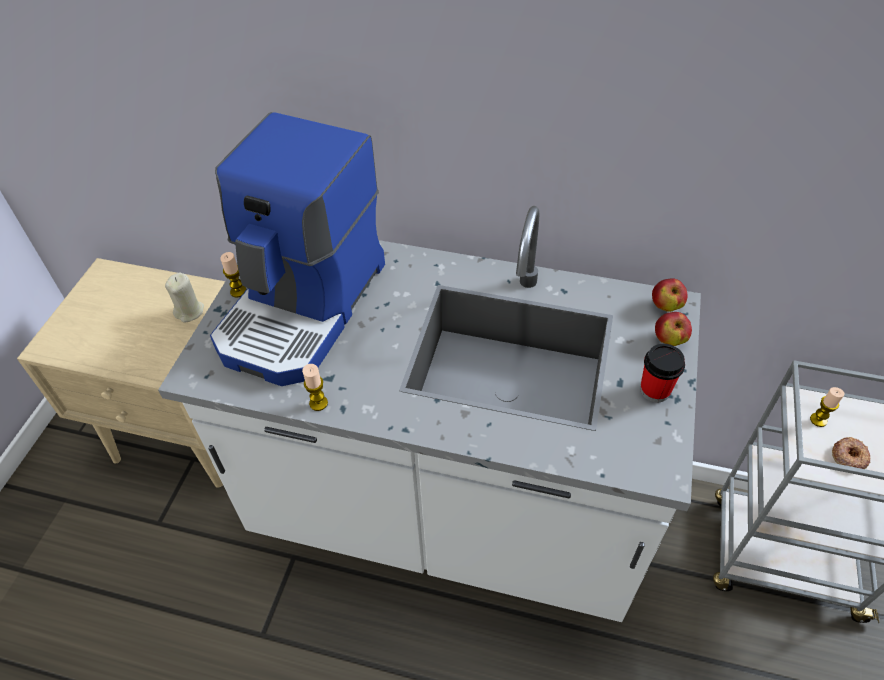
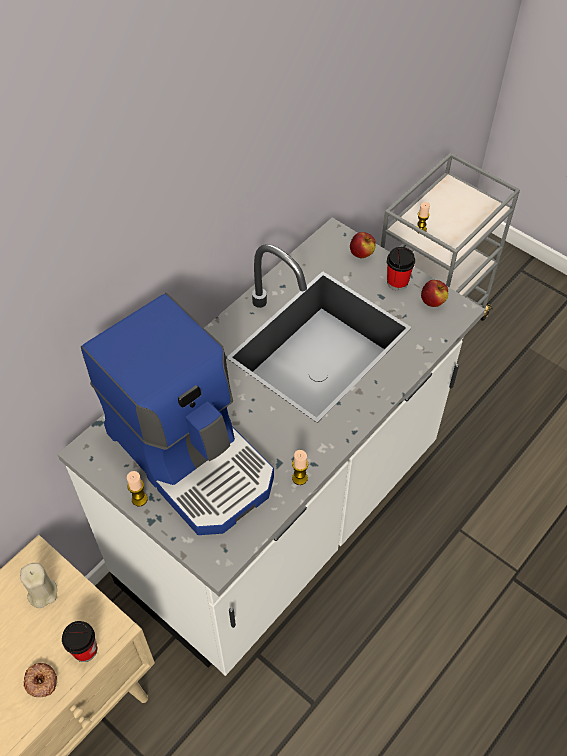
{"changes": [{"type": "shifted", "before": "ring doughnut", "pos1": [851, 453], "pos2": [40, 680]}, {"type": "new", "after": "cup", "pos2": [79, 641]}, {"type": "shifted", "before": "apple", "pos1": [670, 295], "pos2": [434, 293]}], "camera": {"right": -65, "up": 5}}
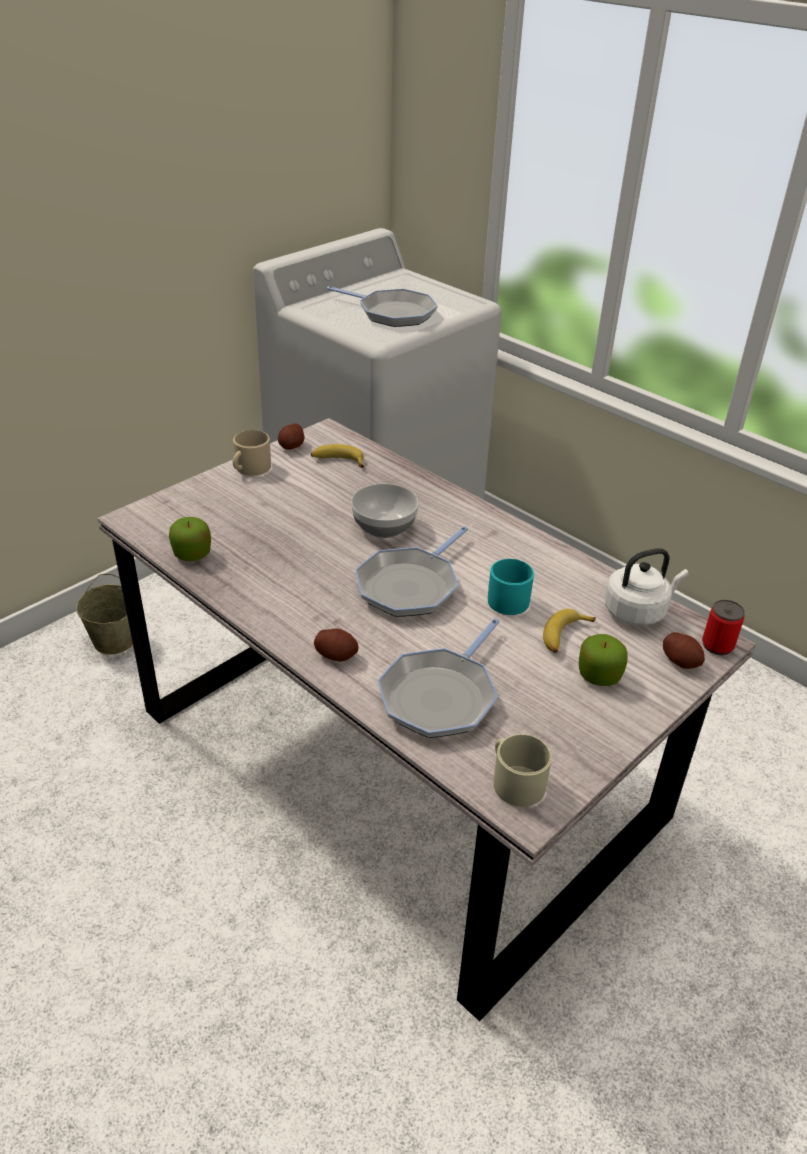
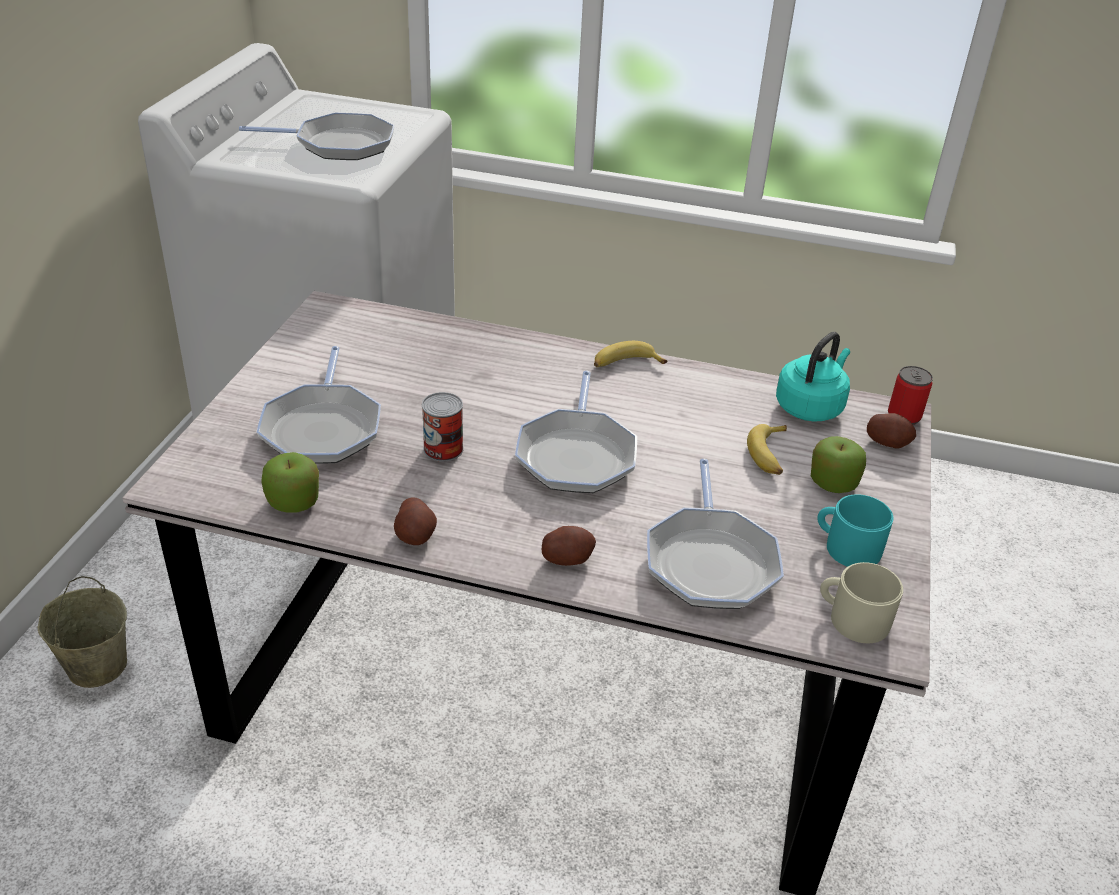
{"changes": [{"type": "new", "after": "frying pan", "pos2": [319, 405]}, {"type": "shifted", "before": "spud", "pos1": [291, 436], "pos2": [415, 521]}, {"type": "new", "after": "sealed can", "pos2": [443, 426]}, {"type": "shifted", "before": "banana fruit", "pos1": [337, 456], "pos2": [630, 354]}, {"type": "repainted", "before": "kettle/whitish", "after": "kettle/blue-green", "pos1": [646, 586], "pos2": [813, 377]}, {"type": "shifted", "before": "mug/blue-green", "pos1": [511, 587], "pos2": [855, 530]}, {"type": "gone", "before": "mug/beige", "pos1": [252, 453]}, {"type": "gone", "before": "serving bowl", "pos1": [385, 510]}], "camera": {"right": -30, "up": 0}}
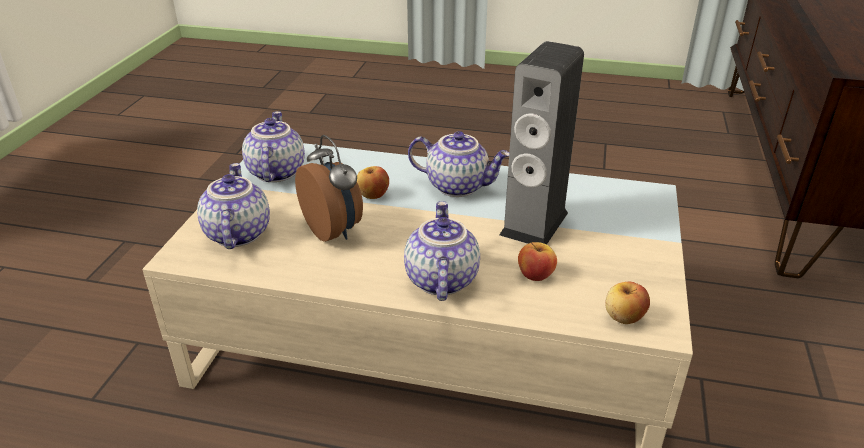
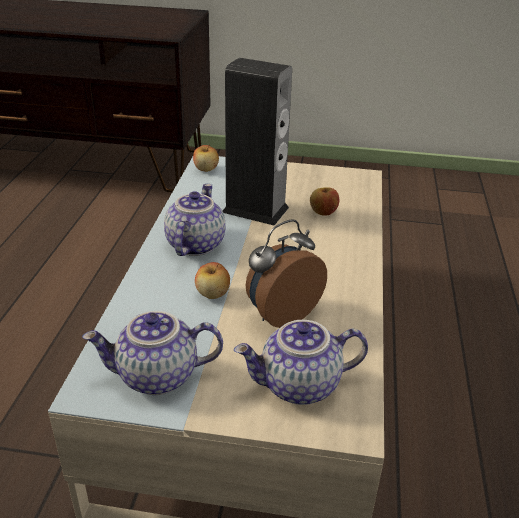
{"changes": [{"type": "shifted", "before": "apple", "pos1": [627, 303], "pos2": [206, 158]}, {"type": "gone", "before": "tea pot", "pos1": [442, 251]}], "camera": {"right": -95, "up": 0}}
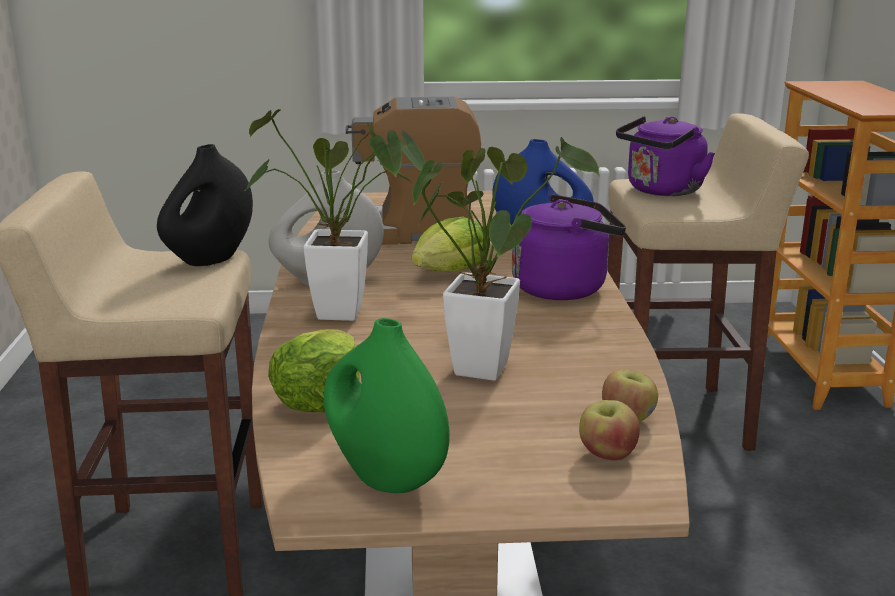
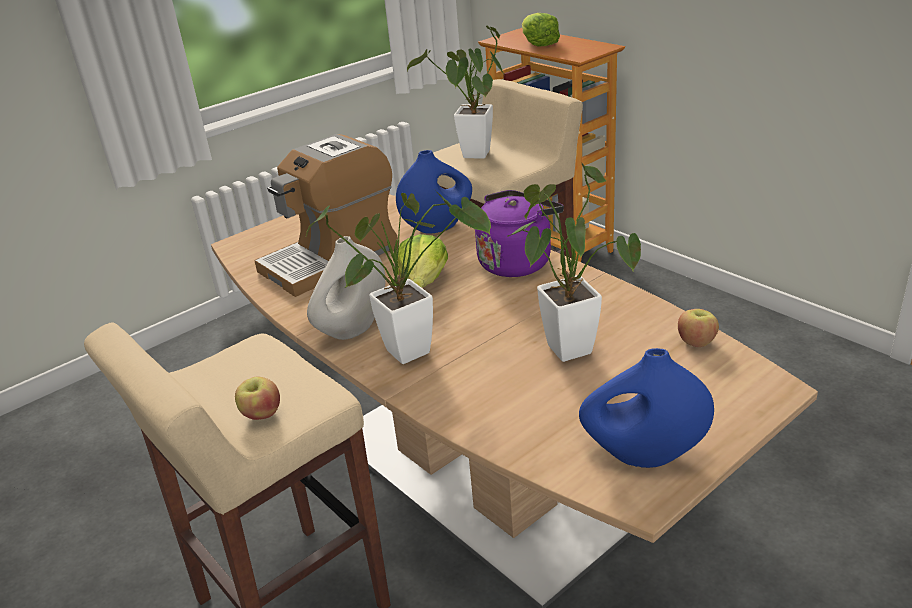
{"changes": [{"type": "shifted", "before": "apple", "pos1": [609, 430], "pos2": [257, 398]}, {"type": "swapped", "before": "kettle/purple-coloured", "after": "potted plant", "pos1": [665, 156], "pos2": [455, 92]}, {"type": "shifted", "before": "head of lettuce", "pos1": [314, 371], "pos2": [541, 30]}, {"type": "repainted", "before": "flower vase/green", "after": "flower vase/blue-coloured", "pos1": [387, 405], "pos2": [646, 408]}, {"type": "gone", "before": "flower vase/black", "pos1": [205, 205]}], "camera": {"right": -35, "up": 10}}
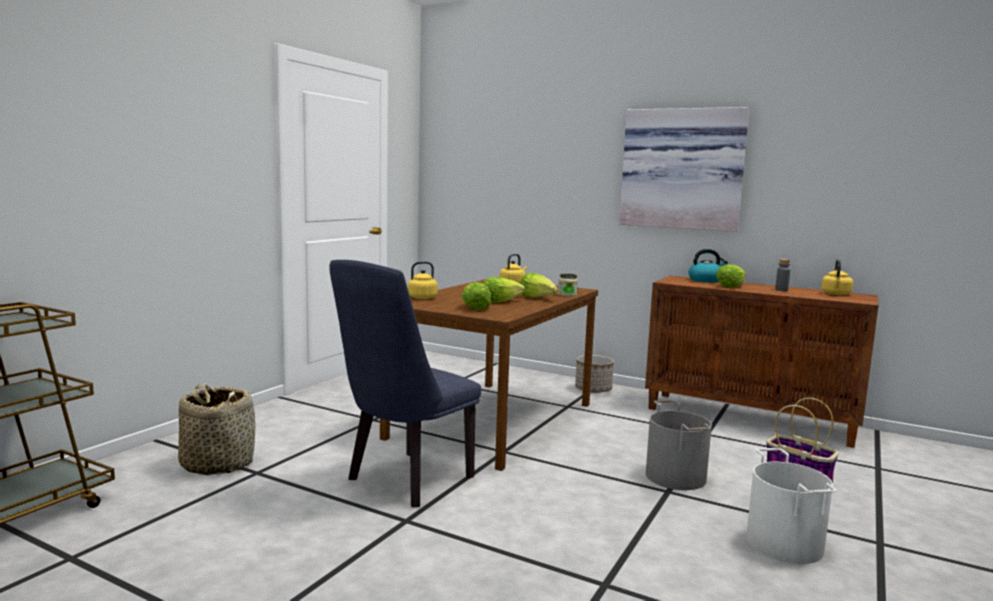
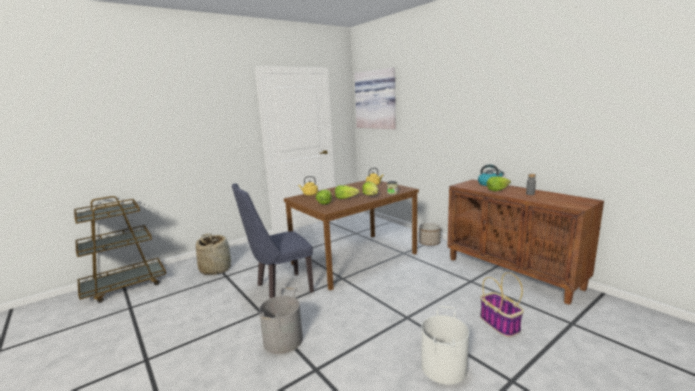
{"changes": [{"type": "shifted", "before": "pail/gray", "pos1": [679, 445], "pos2": [281, 320]}, {"type": "shifted", "before": "wall picture", "pos1": [684, 169], "pos2": [375, 98]}, {"type": "gone", "before": "kettle/yellow", "pos1": [837, 277]}], "camera": {"right": 25, "up": 5}}
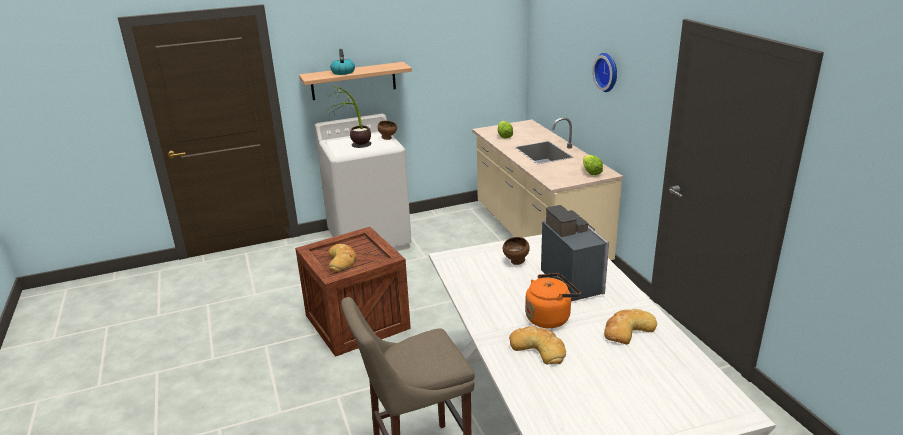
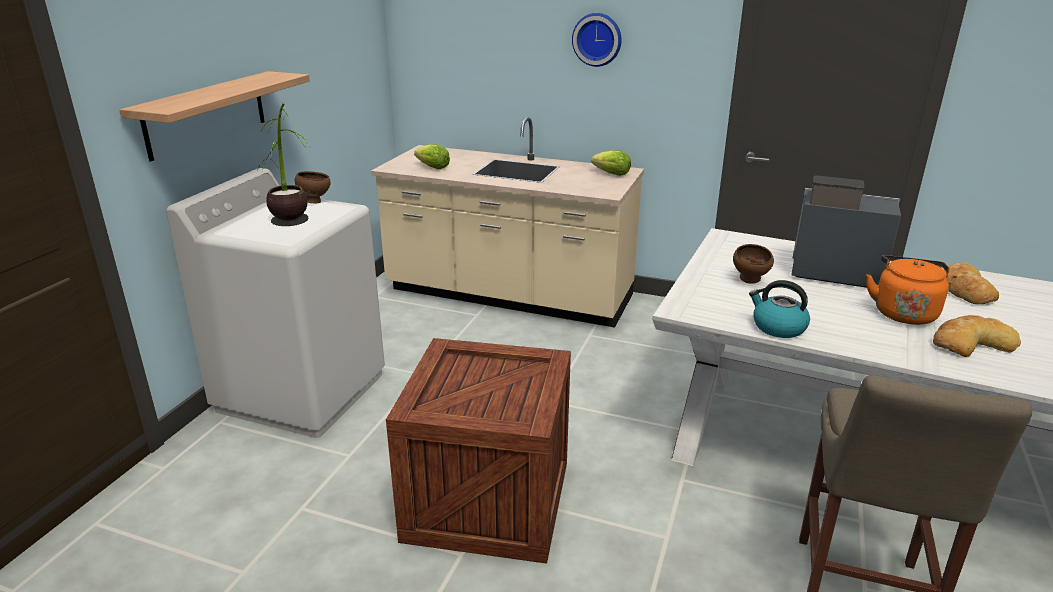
{"changes": [{"type": "shifted", "before": "kettle", "pos1": [342, 62], "pos2": [779, 309]}, {"type": "gone", "before": "bakery bread", "pos1": [342, 258]}], "camera": {"right": -50, "up": 0}}
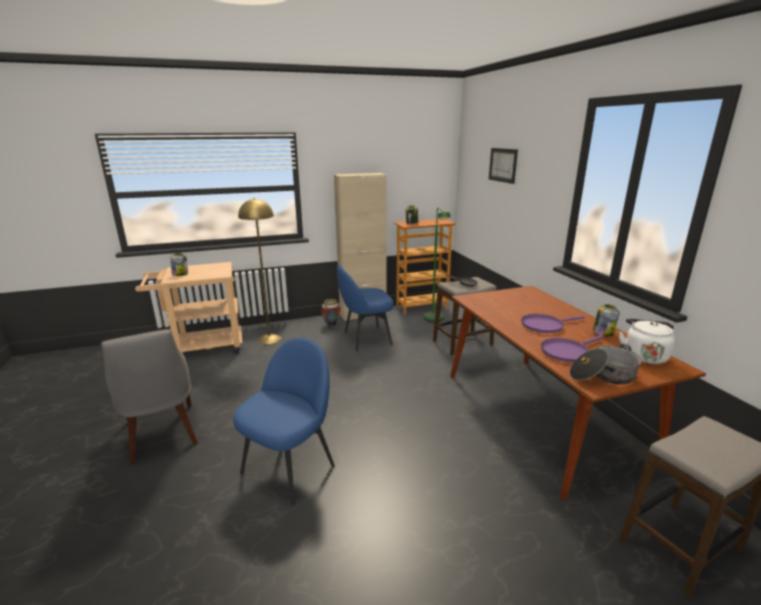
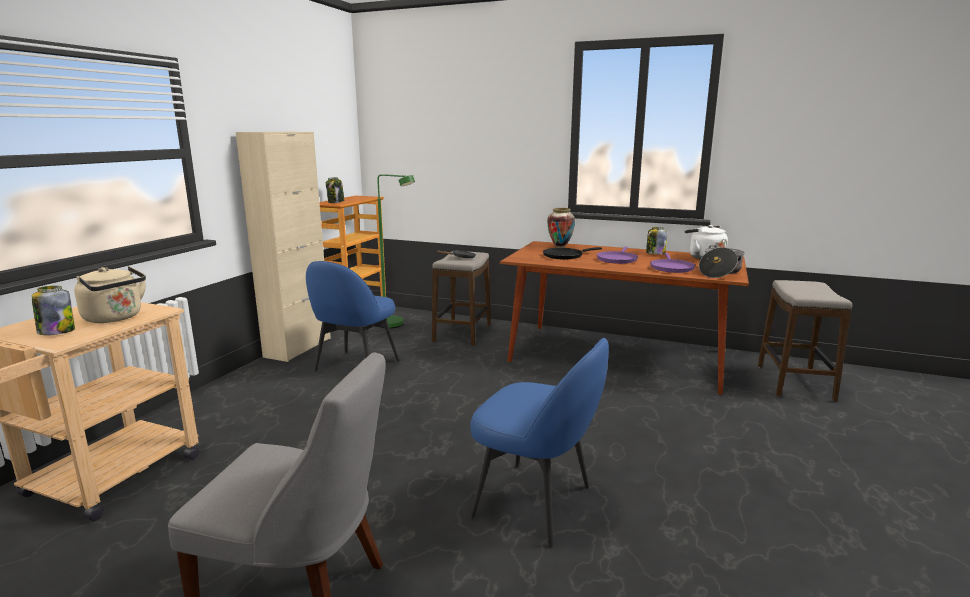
{"changes": [{"type": "new", "after": "kettle/beige", "pos2": [110, 294]}, {"type": "rotated", "before": "upright chair/blue-coloured", "pos1": [284, 421], "pos2": [539, 442], "turn": 135}, {"type": "new", "after": "frying pan/black", "pos2": [572, 253]}, {"type": "shifted", "before": "flower vase", "pos1": [331, 313], "pos2": [561, 228]}, {"type": "gone", "before": "floor lamp/yellow", "pos1": [259, 271]}, {"type": "gone", "before": "wall picture", "pos1": [503, 166]}], "camera": {"right": -50, "up": -5}}
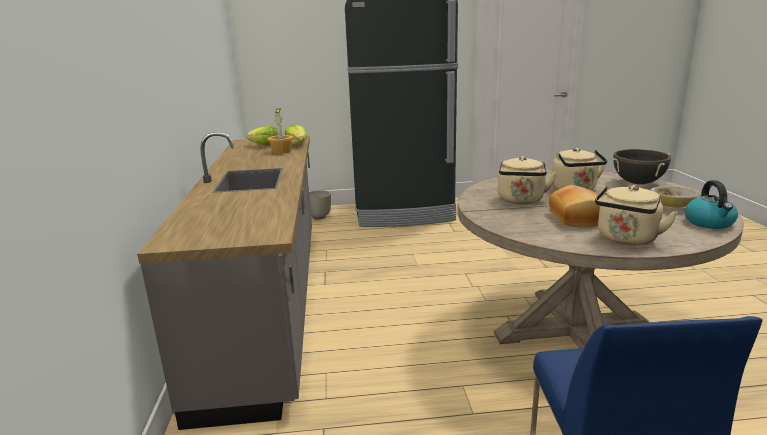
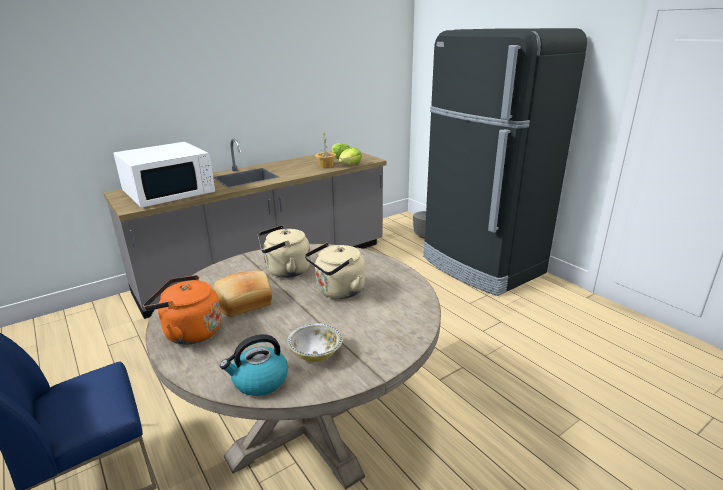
{"changes": [{"type": "new", "after": "microwave oven/whitish", "pos2": [164, 175]}, {"type": "repainted", "before": "kettle/beige", "after": "kettle/orangey", "pos1": [636, 215], "pos2": [182, 310]}, {"type": "gone", "before": "cooking pot/black", "pos1": [641, 166]}], "camera": {"right": 60, "up": 5}}
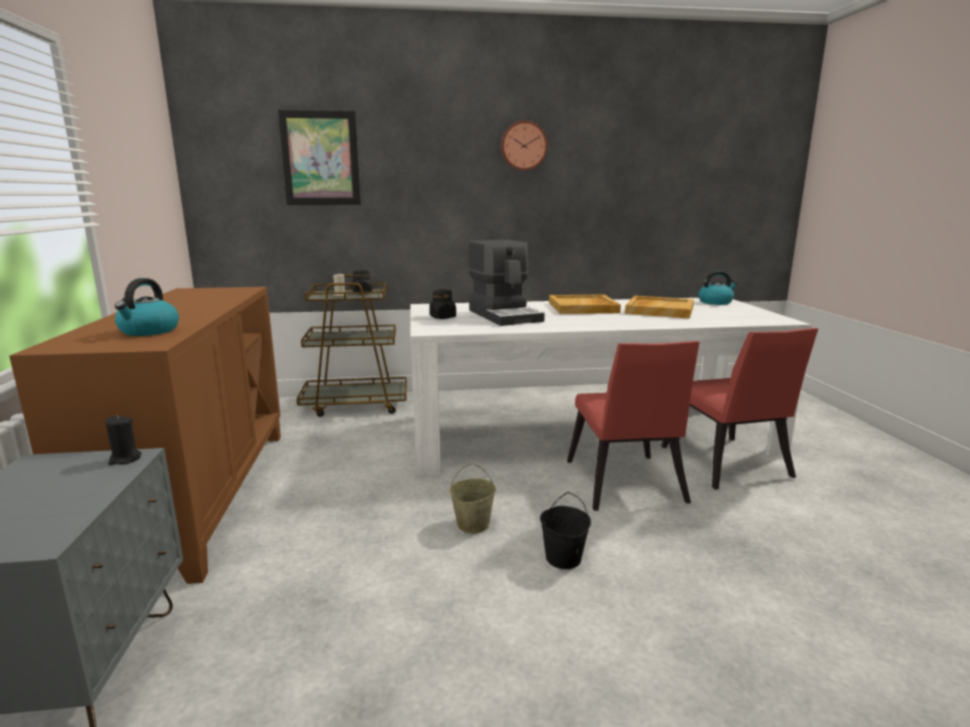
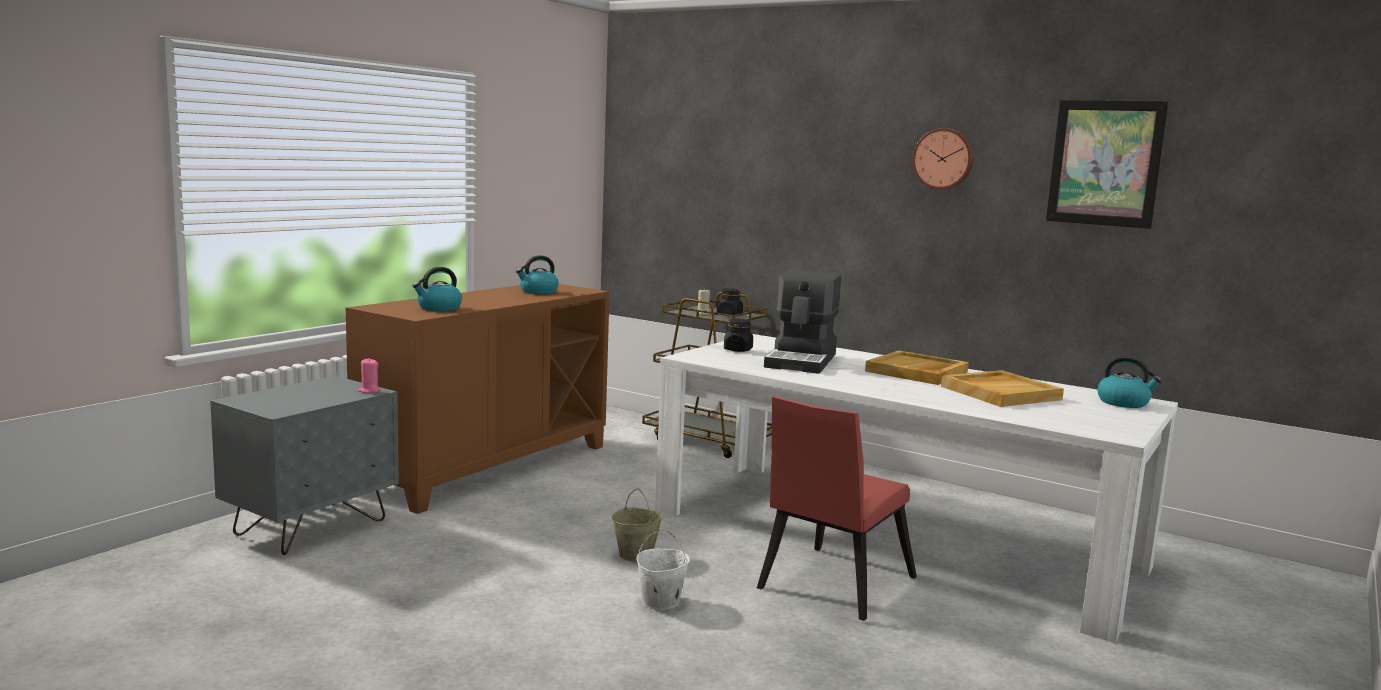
{"changes": [{"type": "repainted", "before": "wax light/black", "after": "wax light/pinkish", "pos1": [123, 440], "pos2": [369, 376]}, {"type": "new", "after": "kettle", "pos2": [537, 274]}, {"type": "repainted", "before": "pail/black", "after": "pail/whitish", "pos1": [565, 530], "pos2": [663, 569]}, {"type": "shifted", "before": "wall picture", "pos1": [319, 157], "pos2": [1107, 164]}, {"type": "gone", "before": "upright chair/reddish", "pos1": [739, 409]}], "camera": {"right": 40, "up": -5}}
